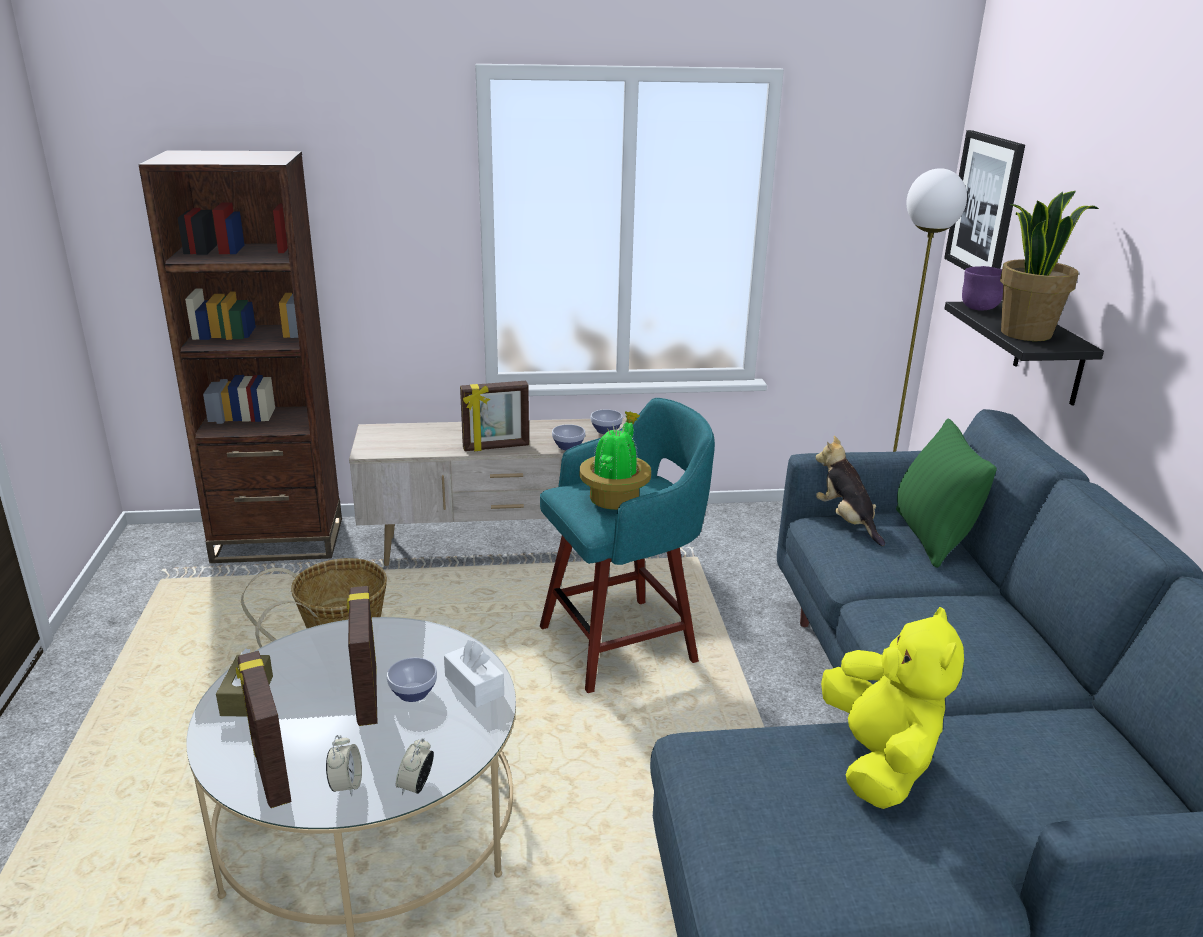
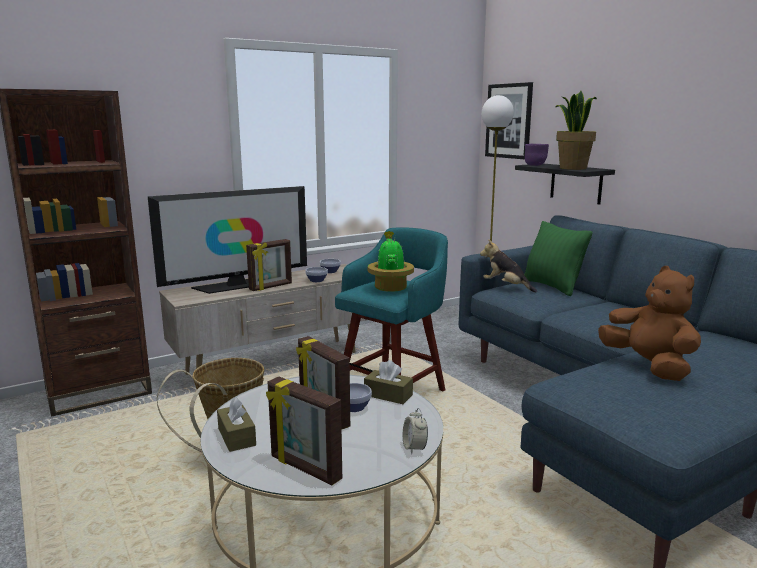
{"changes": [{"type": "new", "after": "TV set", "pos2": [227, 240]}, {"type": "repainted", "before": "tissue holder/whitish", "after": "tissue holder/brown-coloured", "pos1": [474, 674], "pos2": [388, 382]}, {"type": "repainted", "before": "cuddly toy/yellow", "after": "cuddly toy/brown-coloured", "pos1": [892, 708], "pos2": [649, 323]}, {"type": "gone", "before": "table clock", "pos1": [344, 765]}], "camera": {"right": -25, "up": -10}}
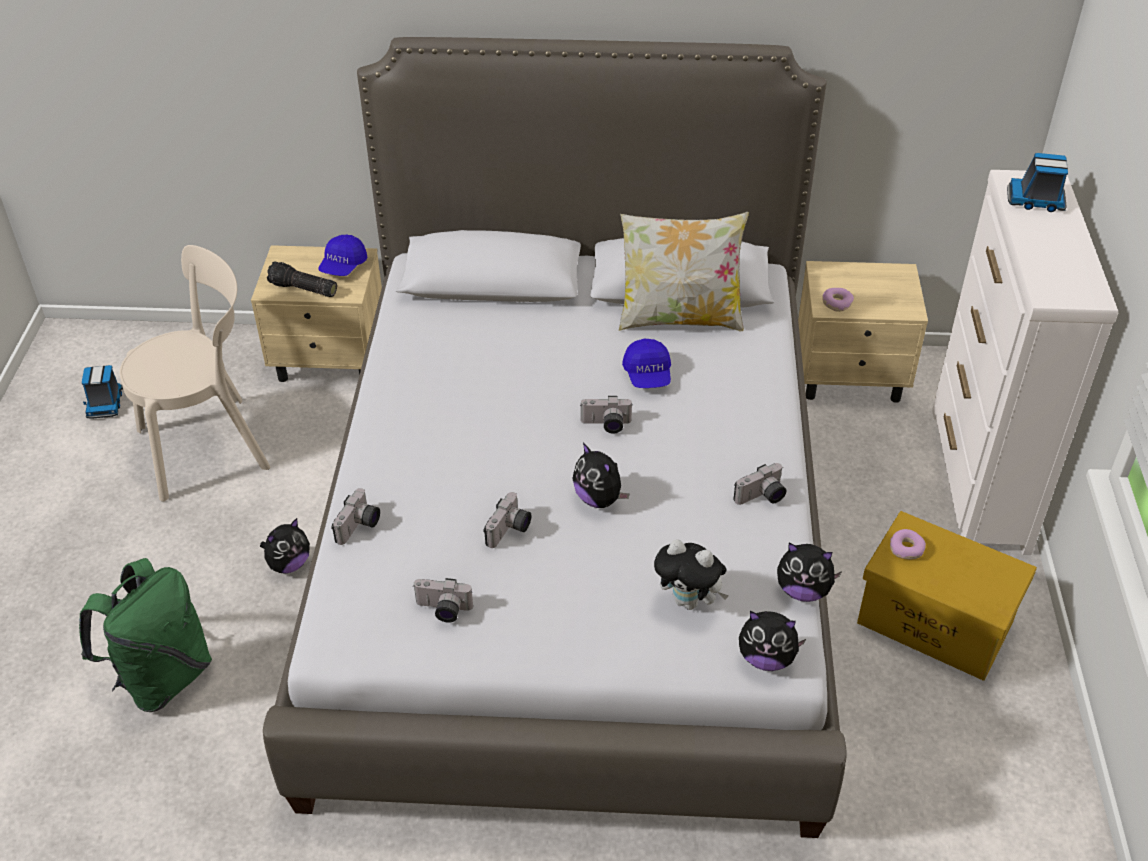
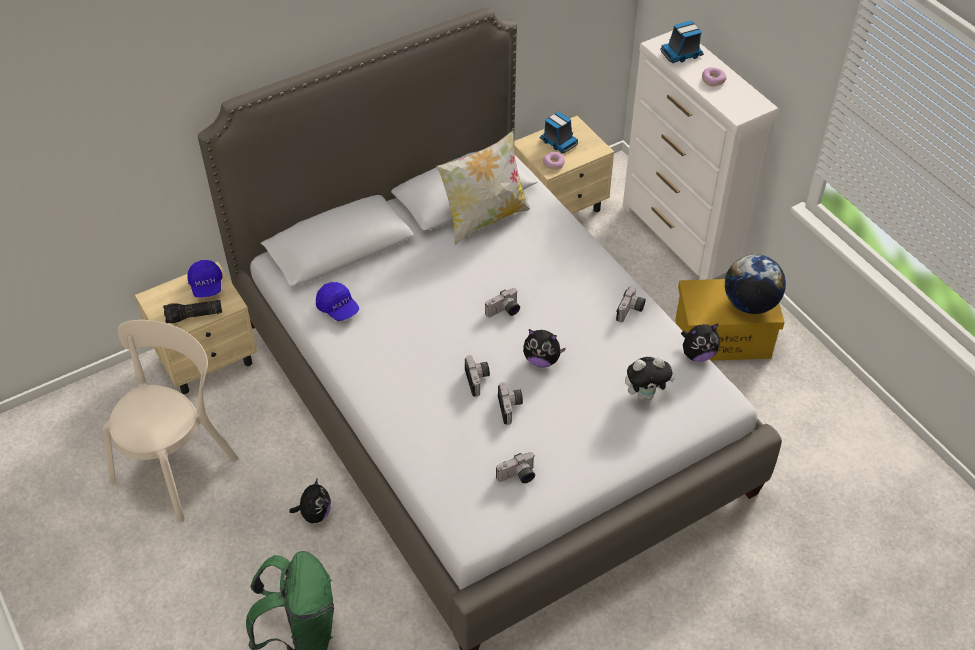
{"changes": [{"type": "shifted", "before": "baseball cap/blue-coloured", "pos1": [646, 363], "pos2": [337, 301]}, {"type": "shifted", "before": "still camera", "pos1": [355, 516], "pos2": [477, 376]}, {"type": "shifted", "before": "toy truck", "pos1": [102, 392], "pos2": [559, 132]}, {"type": "shifted", "before": "ring doughnut", "pos1": [908, 544], "pos2": [714, 76]}, {"type": "new", "after": "desk globe", "pos2": [755, 284]}, {"type": "gone", "before": "cuddly toy", "pos1": [772, 641]}], "camera": {"right": -35, "up": 5}}
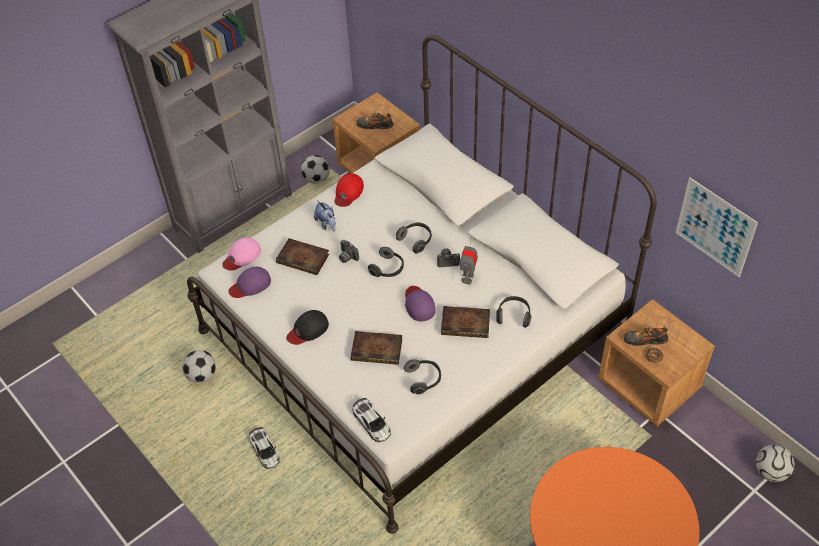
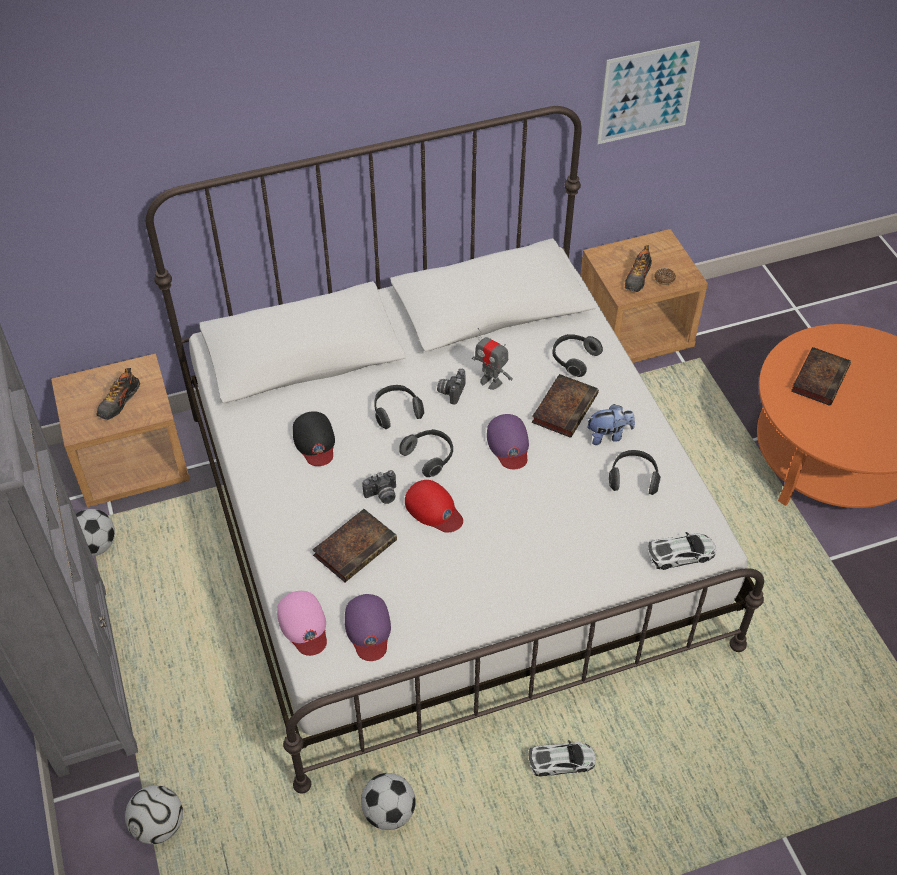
{"changes": [{"type": "shifted", "before": "football ball", "pos1": [775, 463], "pos2": [154, 814]}, {"type": "shifted", "before": "baseball cap/black", "pos1": [308, 327], "pos2": [314, 438]}, {"type": "shifted", "before": "baseball cap/reddish", "pos1": [349, 190], "pos2": [434, 506]}, {"type": "rotated", "before": "baseball cap/purple-coloured", "pos1": [420, 303], "pos2": [508, 441], "turn": -105}, {"type": "shifted", "before": "cuddly toy", "pos1": [325, 216], "pos2": [611, 424]}, {"type": "shifted", "before": "bound book", "pos1": [376, 348], "pos2": [821, 376]}], "camera": {"right": -70, "up": 0}}
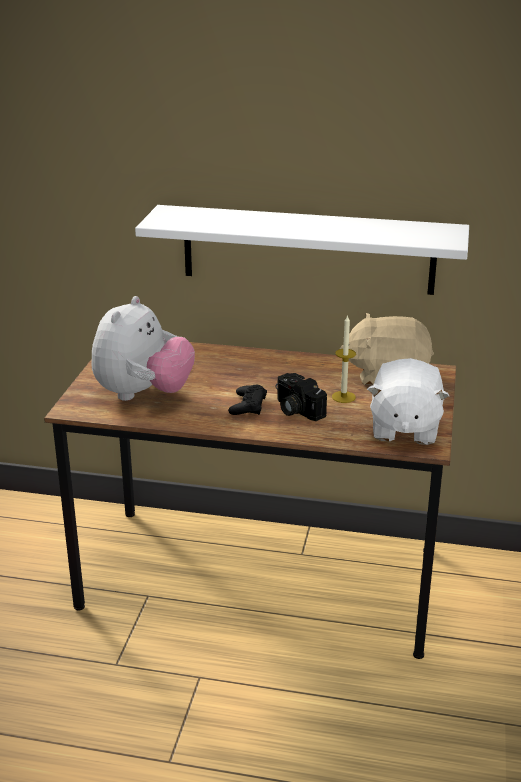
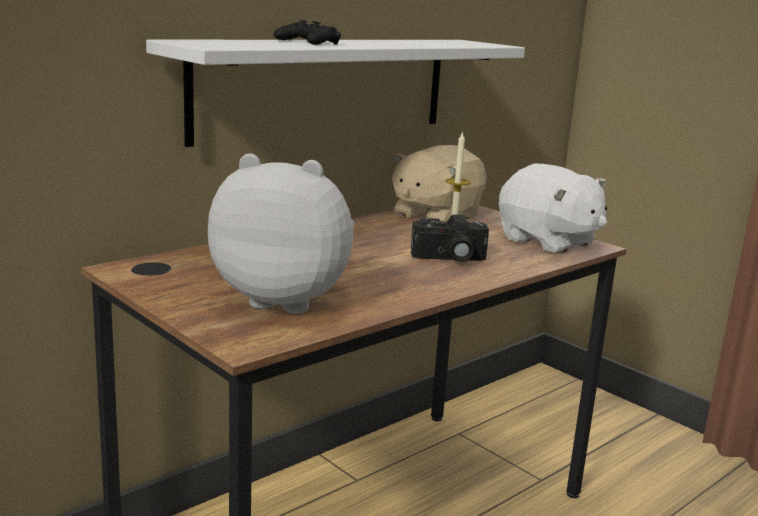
{"changes": [{"type": "rotated", "before": "cuddly toy", "pos1": [143, 348], "pos2": [281, 233], "turn": -45}, {"type": "shifted", "before": "game controller/black", "pos1": [247, 400], "pos2": [307, 32]}], "camera": {"right": -55, "up": -10}}
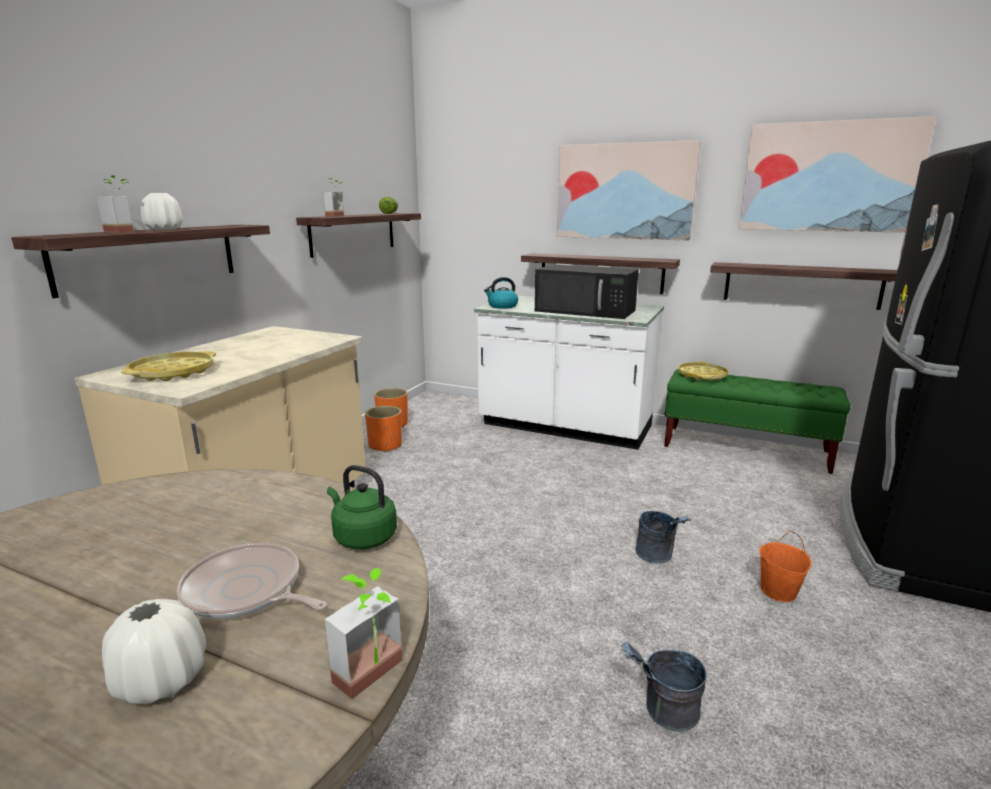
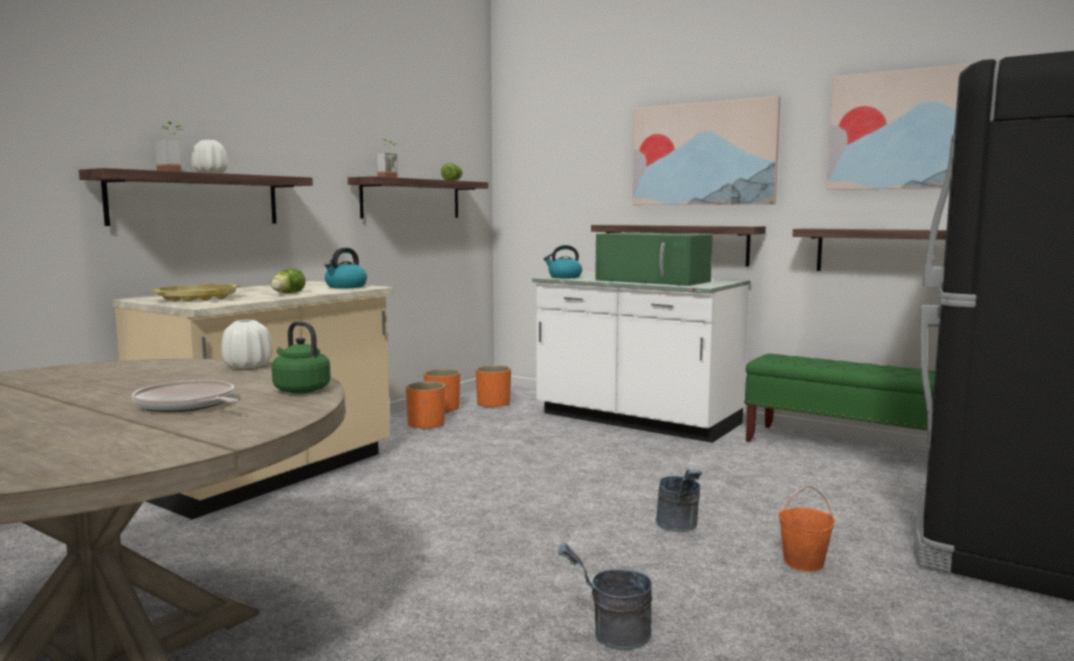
{"changes": [{"type": "shifted", "before": "flower vase/whitish", "pos1": [154, 651], "pos2": [247, 344]}, {"type": "new", "after": "head of lettuce", "pos2": [288, 281]}, {"type": "new", "after": "kettle", "pos2": [346, 268]}, {"type": "new", "after": "flower pot/orangey", "pos2": [493, 387]}, {"type": "repainted", "before": "microwave oven/black", "after": "microwave oven/green", "pos1": [587, 291], "pos2": [654, 259]}, {"type": "gone", "before": "potted plant", "pos1": [363, 633]}, {"type": "gone", "before": "tray/yellow", "pos1": [703, 371]}], "camera": {"right": 10, "up": -10}}
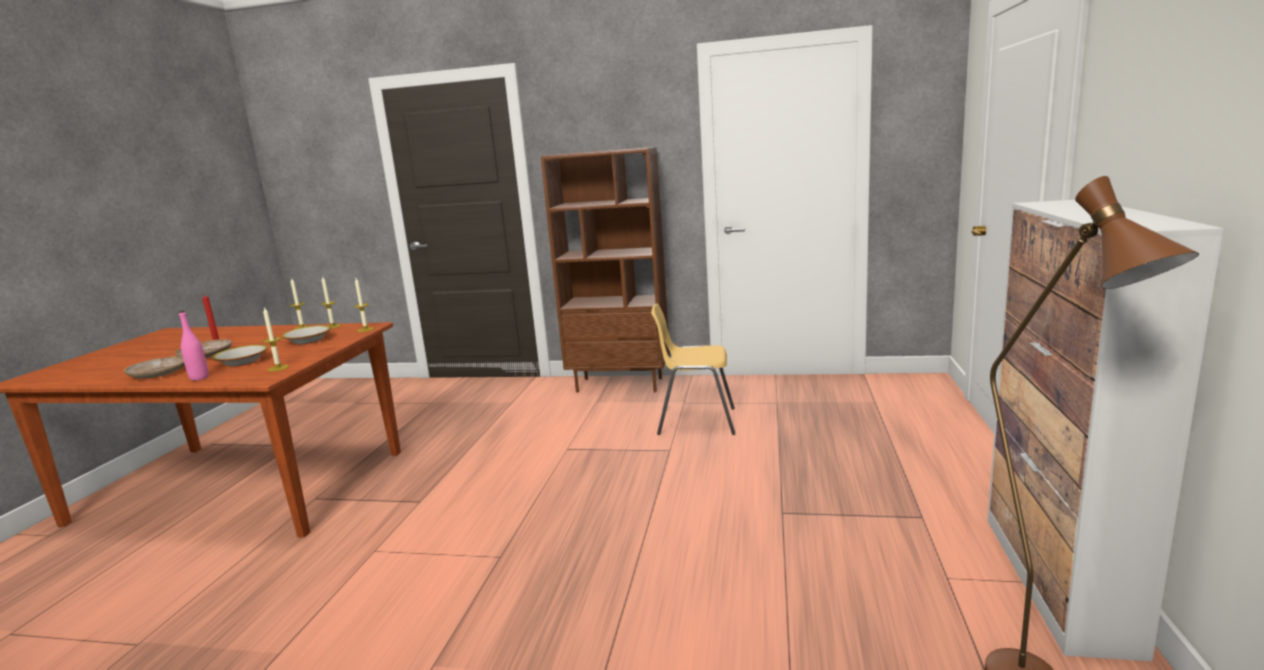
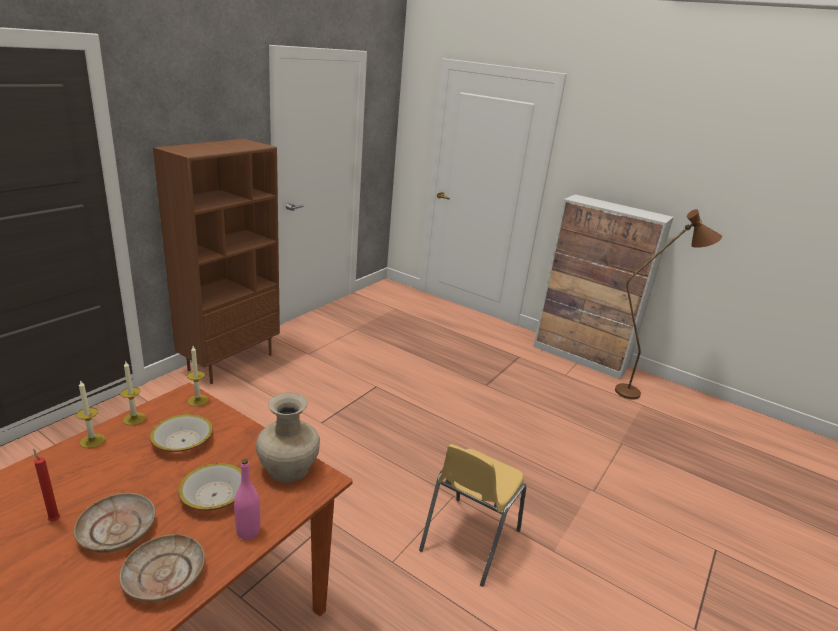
{"changes": [{"type": "swapped", "before": "wax light", "after": "flower vase/beige", "pos1": [276, 339], "pos2": [288, 437]}, {"type": "shifted", "before": "upright chair/yellow", "pos1": [693, 369], "pos2": [473, 515]}], "camera": {"right": -70, "up": 10}}
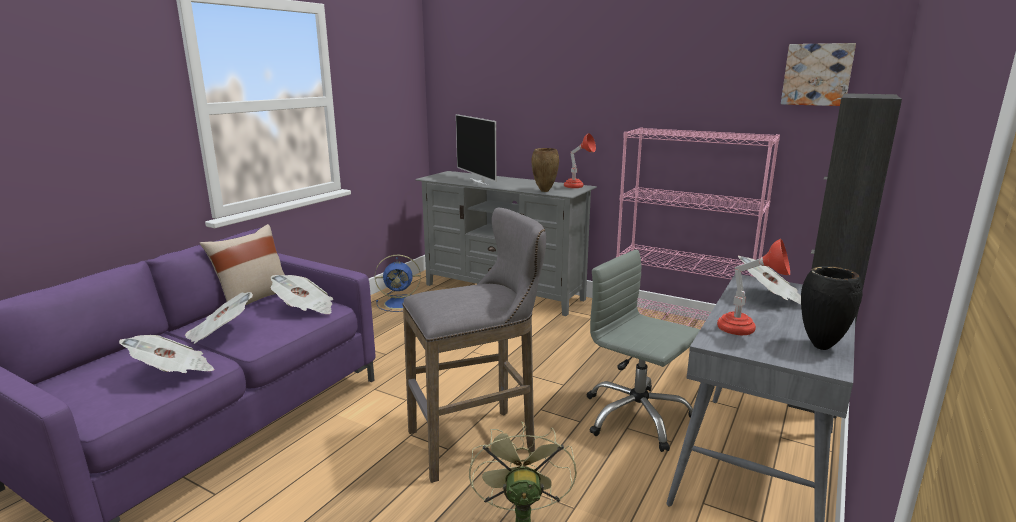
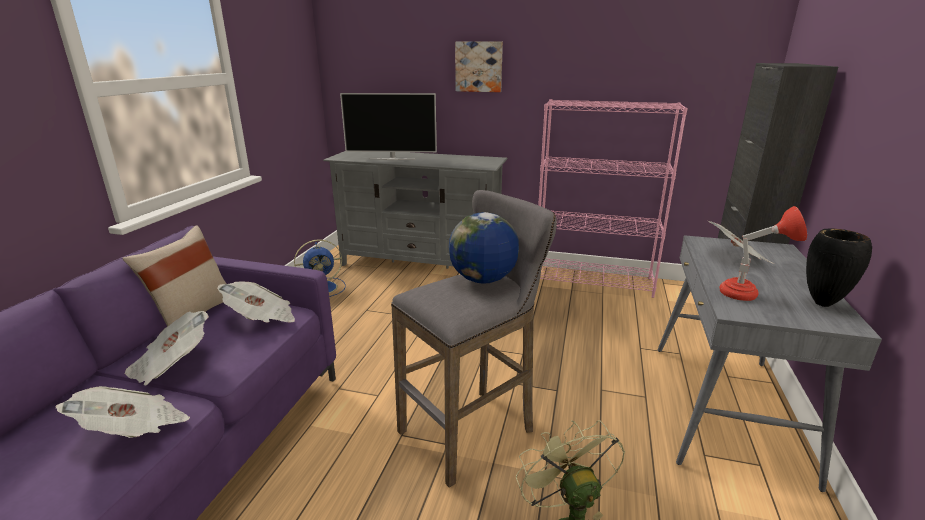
{"changes": [{"type": "rotated", "before": "TV set", "pos1": [476, 150], "pos2": [388, 126], "turn": -45}, {"type": "new", "after": "desk globe", "pos2": [484, 248]}, {"type": "shifted", "before": "wall picture", "pos1": [818, 74], "pos2": [479, 66]}, {"type": "gone", "before": "flower vase/brown-coloured", "pos1": [545, 170]}, {"type": "gone", "before": "table lamp/reddish", "pos1": [580, 160]}, {"type": "gone", "before": "office chair/gray", "pos1": [643, 351]}], "camera": {"right": -15, "up": 5}}
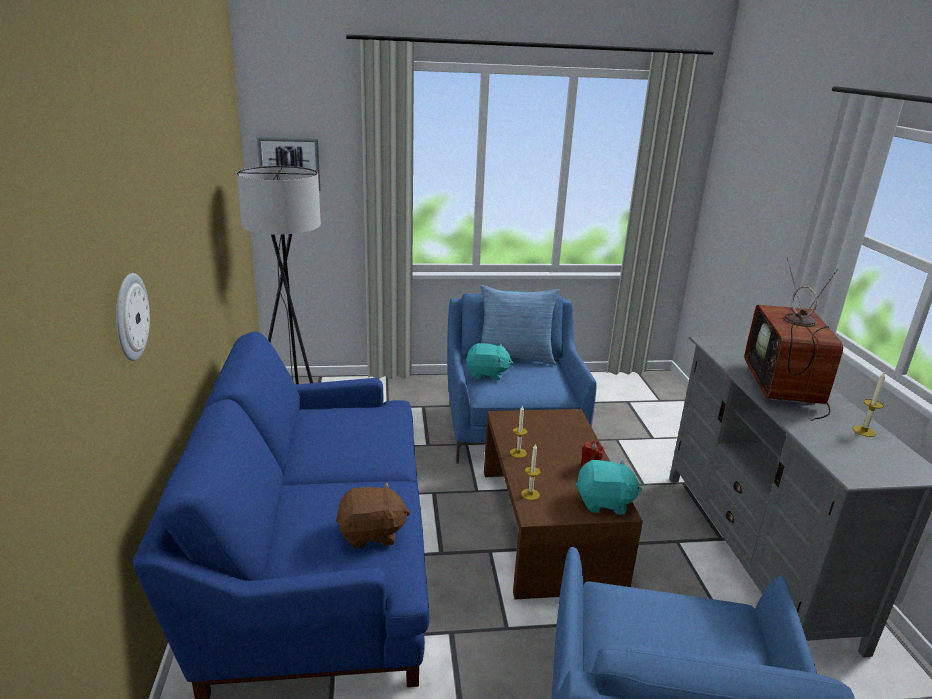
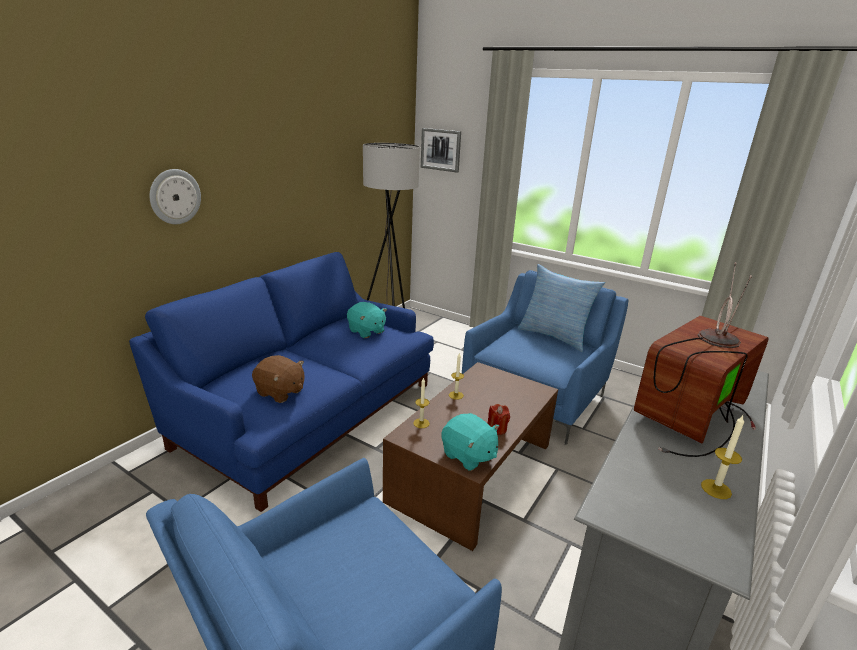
{"changes": [{"type": "shifted", "before": "cuddly toy/blue-green", "pos1": [489, 362], "pos2": [367, 320]}], "camera": {"right": 40, "up": 0}}
